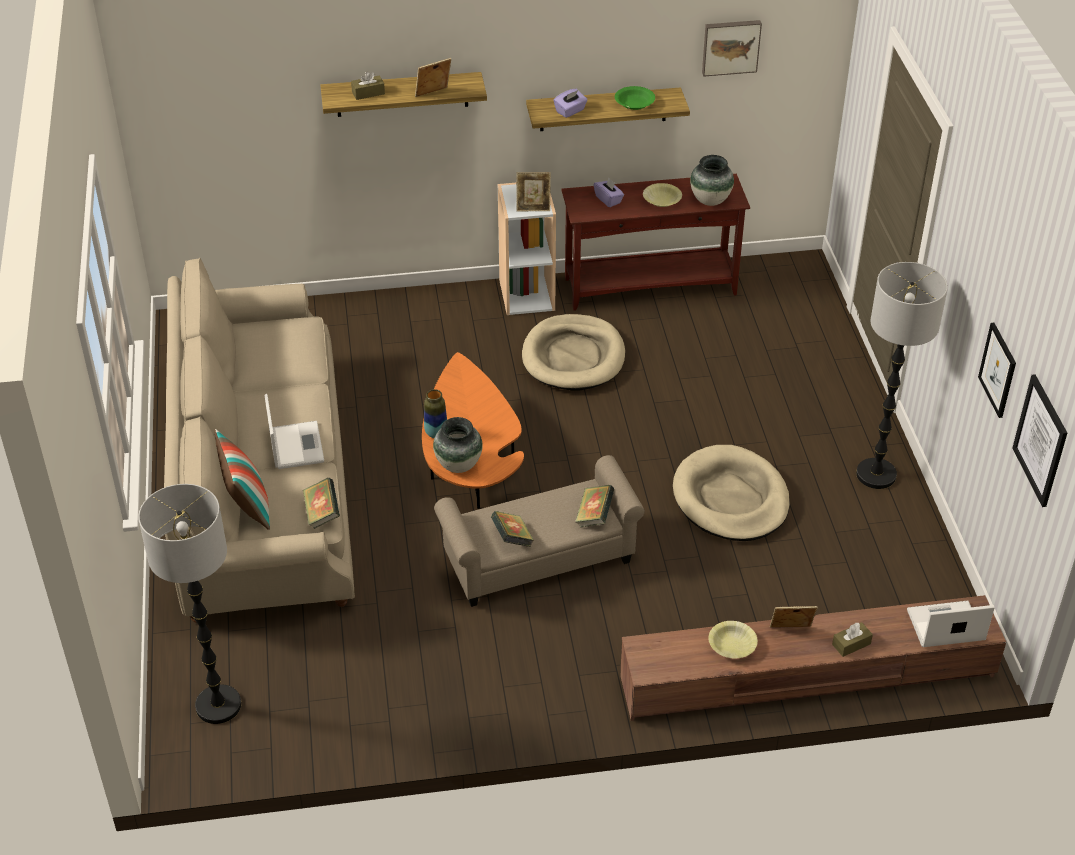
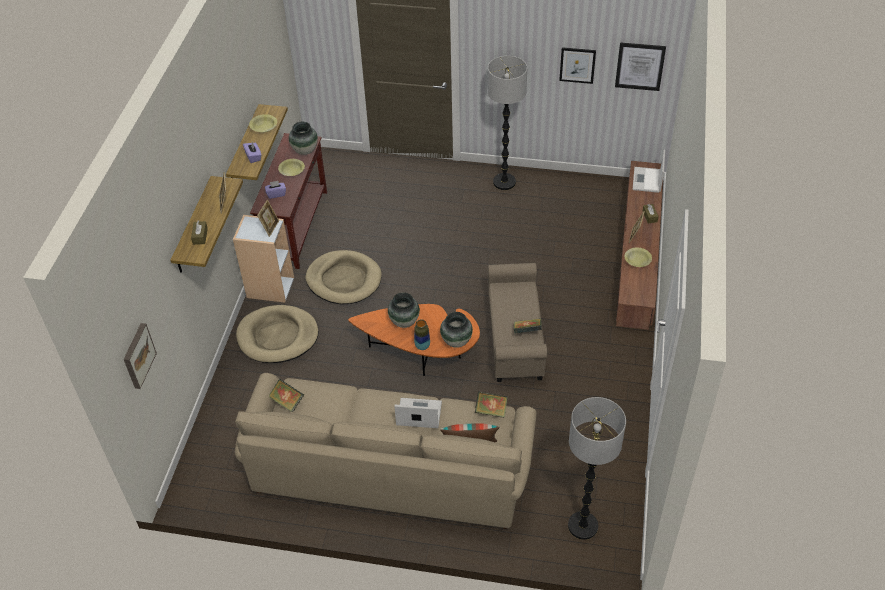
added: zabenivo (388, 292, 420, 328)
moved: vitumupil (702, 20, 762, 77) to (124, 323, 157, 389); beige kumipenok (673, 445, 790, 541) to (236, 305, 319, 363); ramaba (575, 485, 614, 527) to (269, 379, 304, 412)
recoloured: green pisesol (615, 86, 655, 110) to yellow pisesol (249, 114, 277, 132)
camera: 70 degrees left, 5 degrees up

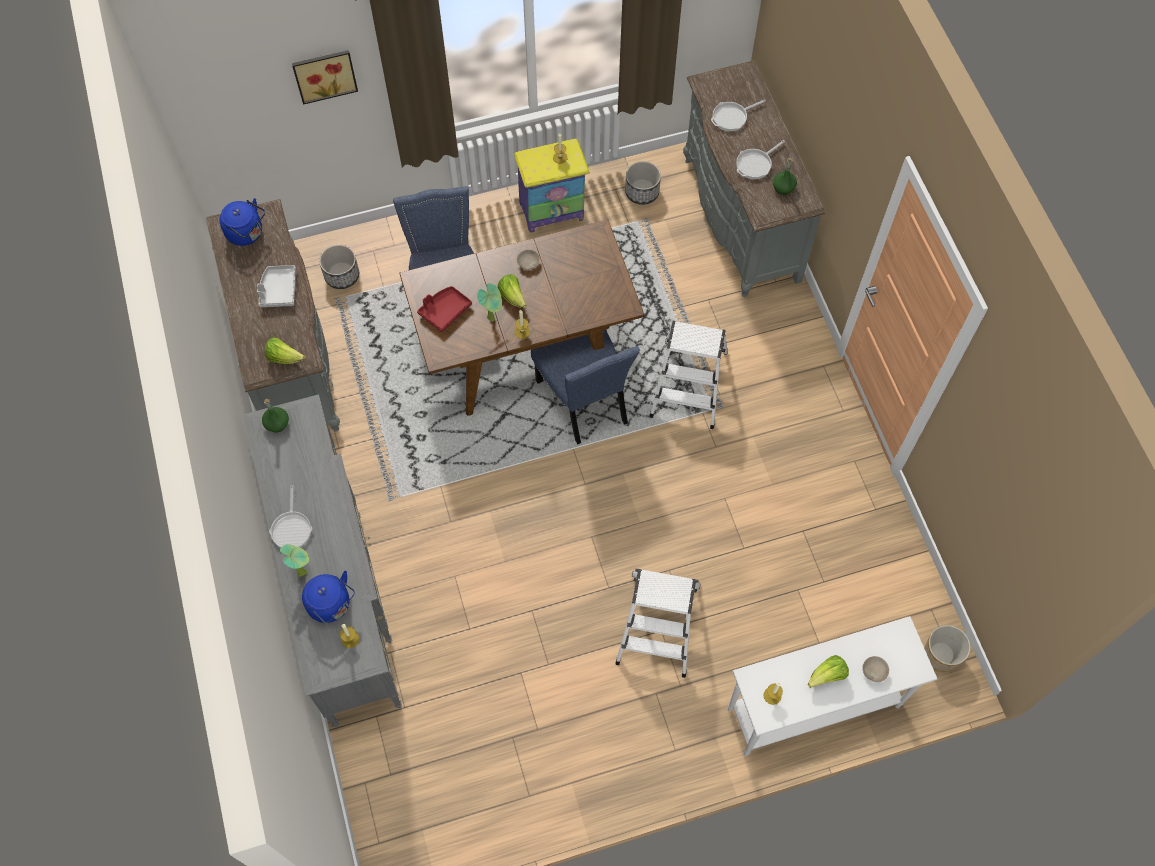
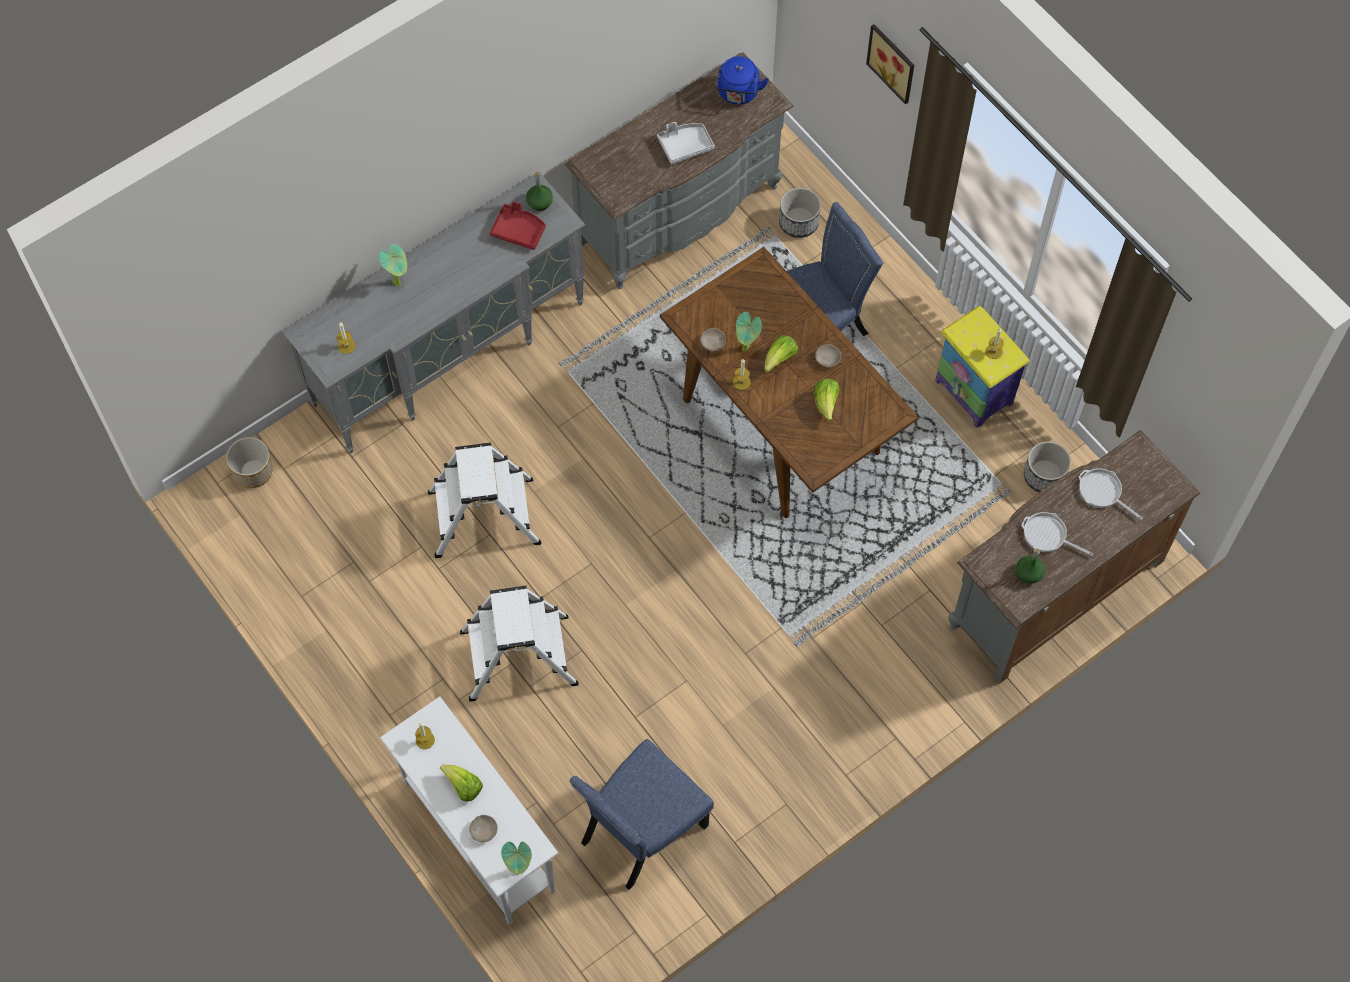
removed: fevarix (269, 485, 312, 548); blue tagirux (302, 571, 355, 623)
added: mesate (501, 841, 532, 875); beige pisesol (701, 328, 726, 352)
moved: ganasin (924, 625, 971, 672) to (226, 437, 272, 488); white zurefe (650, 321, 728, 429) to (428, 443, 542, 558); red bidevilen (417, 286, 472, 332) to (490, 201, 546, 250); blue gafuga (531, 330, 640, 444) to (570, 739, 714, 890); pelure (265, 338, 305, 364) to (814, 379, 840, 421)
camera: 70 degrees right, 0 degrees up

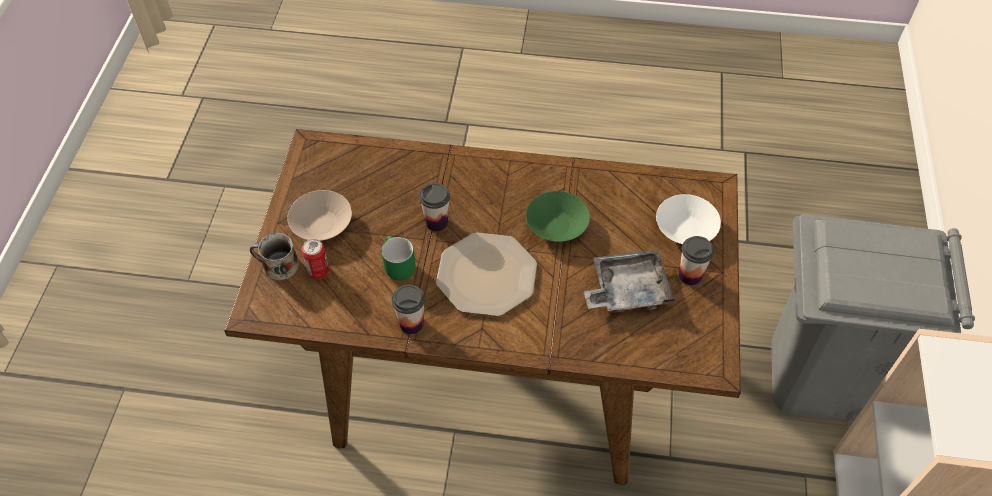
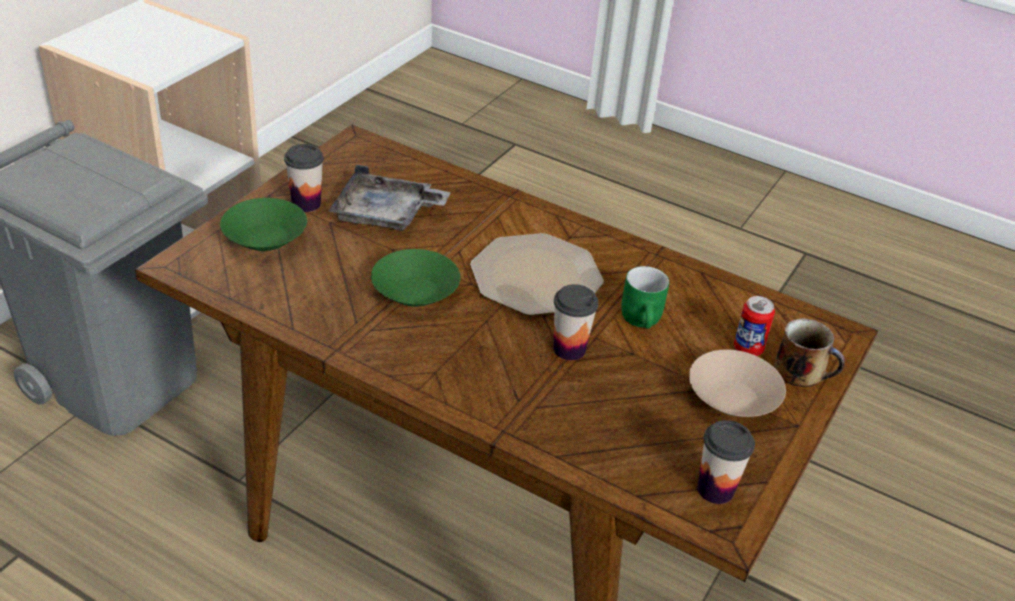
moved: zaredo (392, 285, 425, 334) to (697, 420, 755, 504)
recoloured: white pisesol (656, 194, 721, 244) to green pisesol (220, 198, 307, 251)
camera: 160 degrees left, 15 degrees down

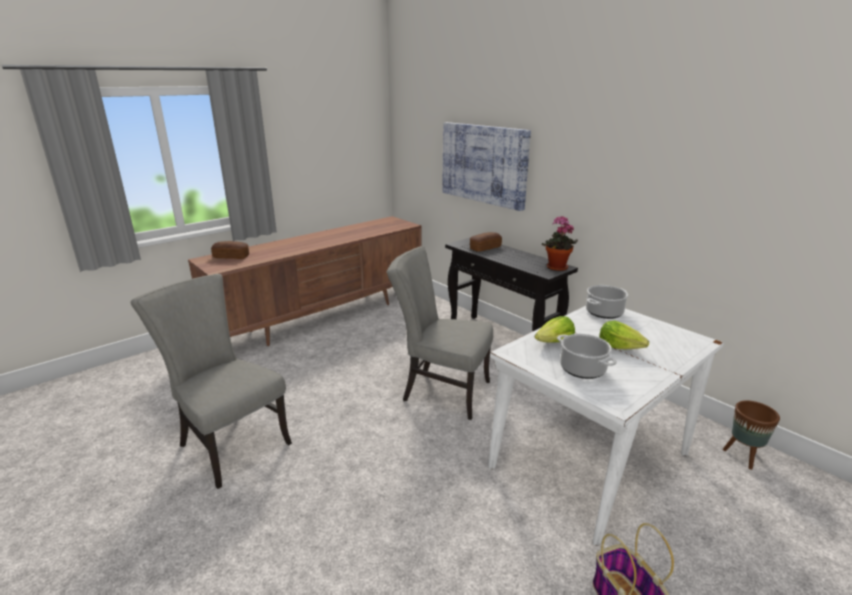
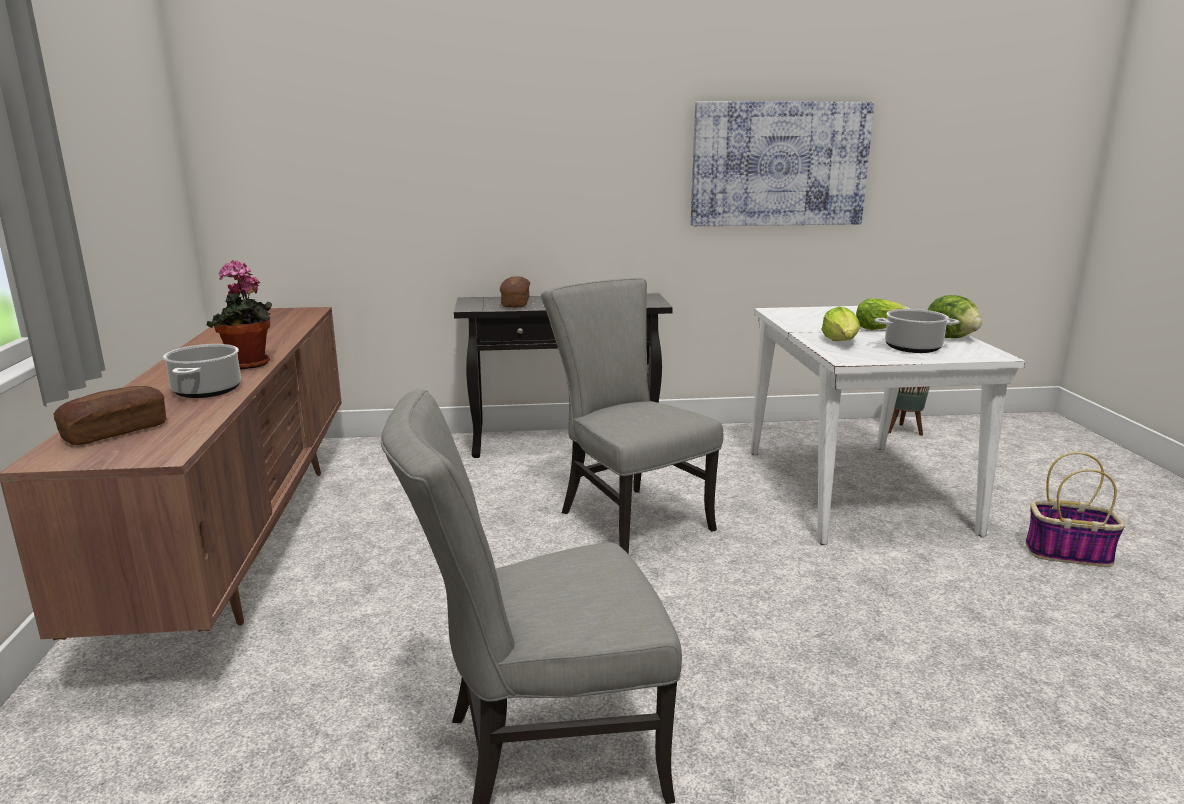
added: pelure (928, 295, 982, 338)
moved: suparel (586, 285, 628, 319) to (163, 344, 241, 398); mesate (542, 216, 578, 271) to (207, 260, 272, 369); vitumupil (442, 122, 531, 211) to (691, 101, 874, 226)
turned: grey gafuga (386, 246, 493, 420) = (541, 278, 723, 554) 90 degrees clockwise
camera: 55 degrees left, 5 degrees down

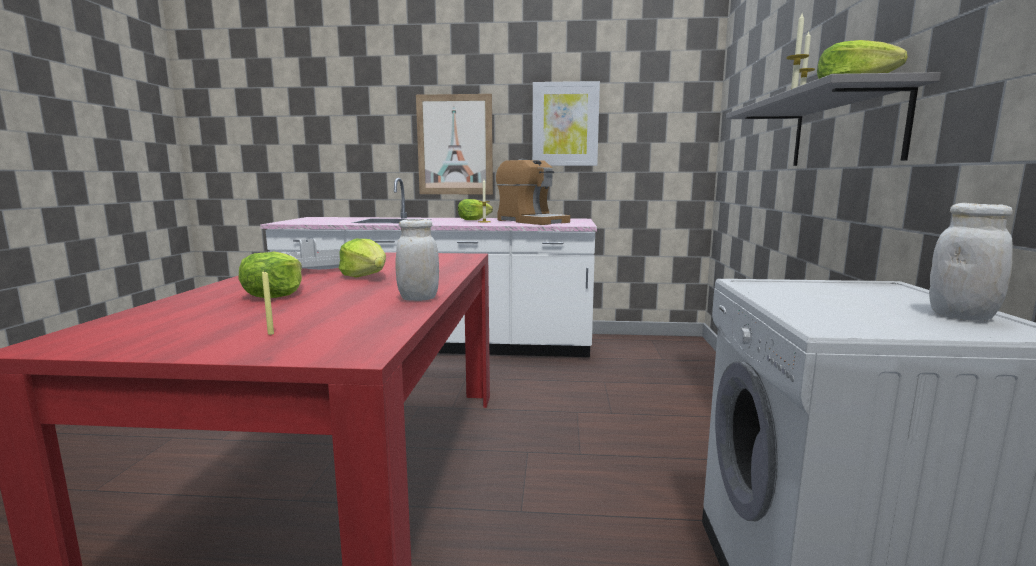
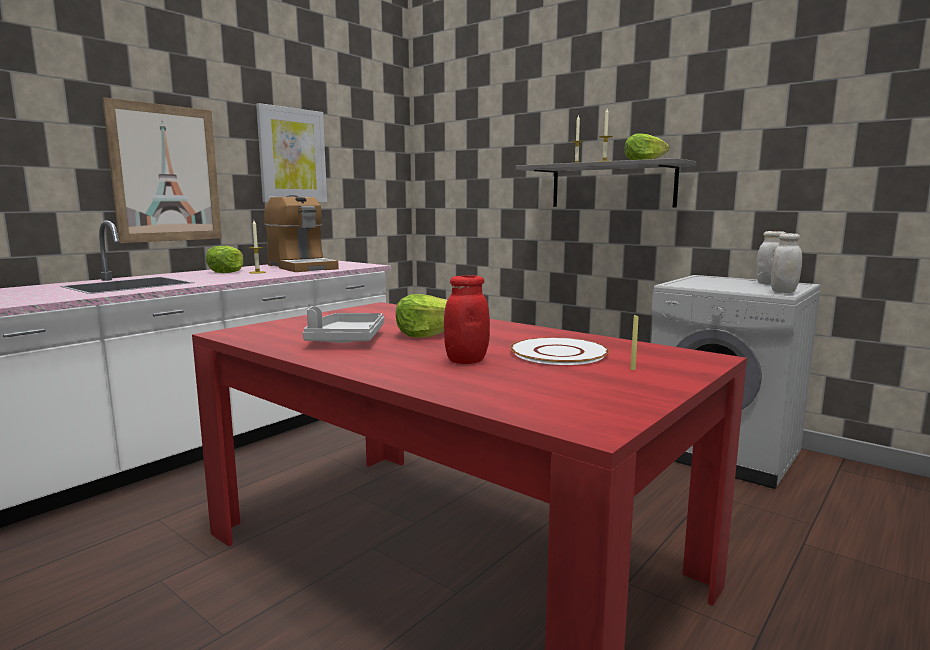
added: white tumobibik (510, 337, 609, 365)
moved: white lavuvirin (395, 219, 439, 301) to (771, 233, 802, 293)
replaced: pelure (238, 252, 302, 298) to red lavuvirin (444, 275, 490, 364)
turned: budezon (496, 159, 570, 225) = (264, 195, 339, 272) 60 degrees clockwise
camera: 55 degrees left, 0 degrees up

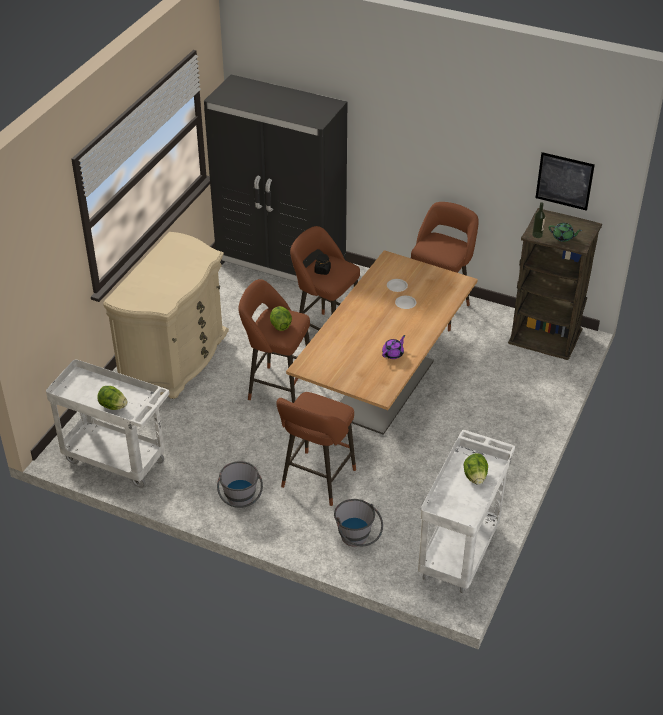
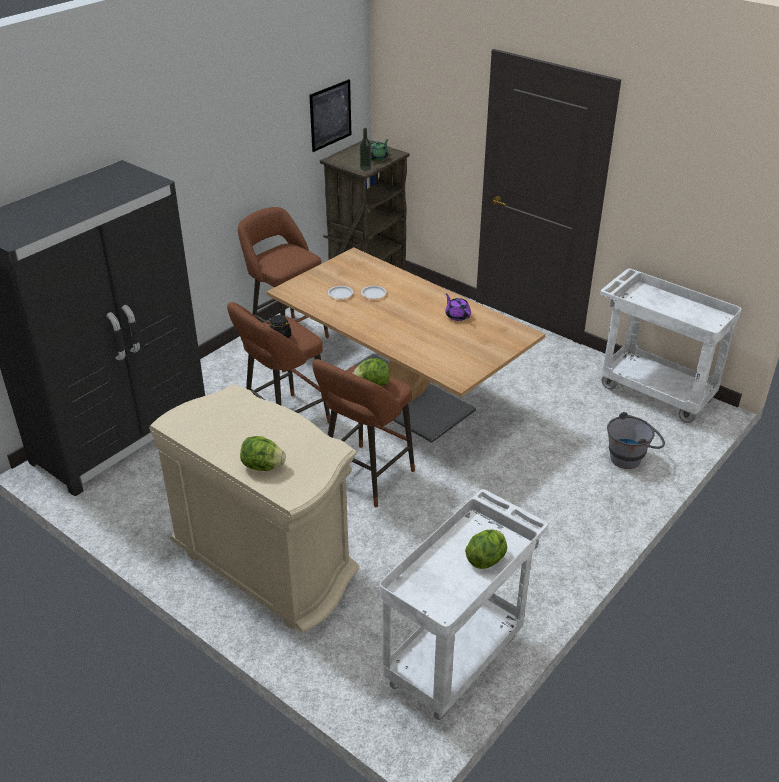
removed: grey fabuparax (217, 461, 263, 508); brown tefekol (277, 392, 356, 506)
moved: pelure (463, 453, 488, 485) to (240, 436, 286, 471)
camera: 75 degrees left, 5 degrees down

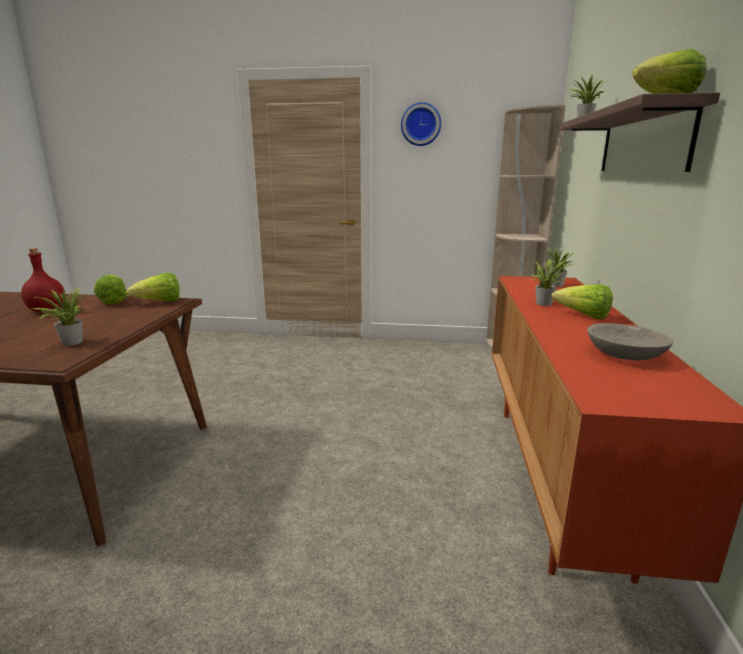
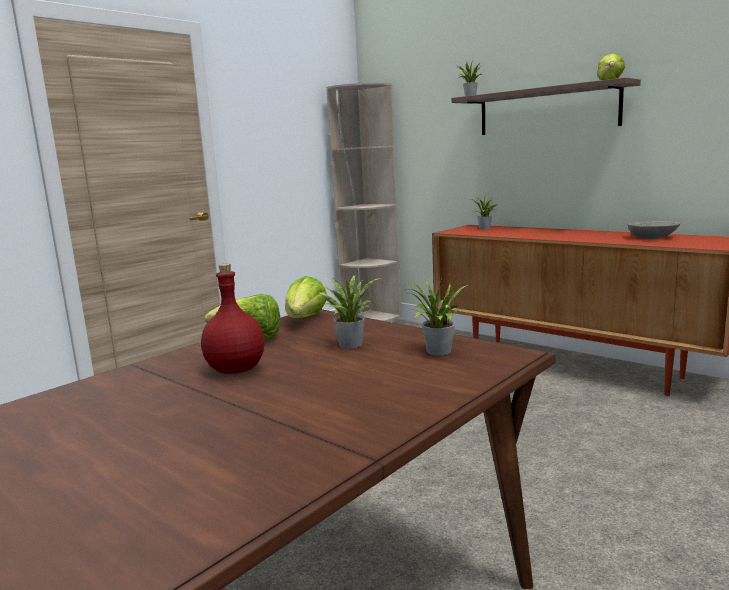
removed: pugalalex (401, 102, 441, 146); pelure (551, 284, 613, 319)
moved: mesate (530, 259, 572, 306) to (318, 275, 381, 349)
camera: 55 degrees left, 5 degrees down

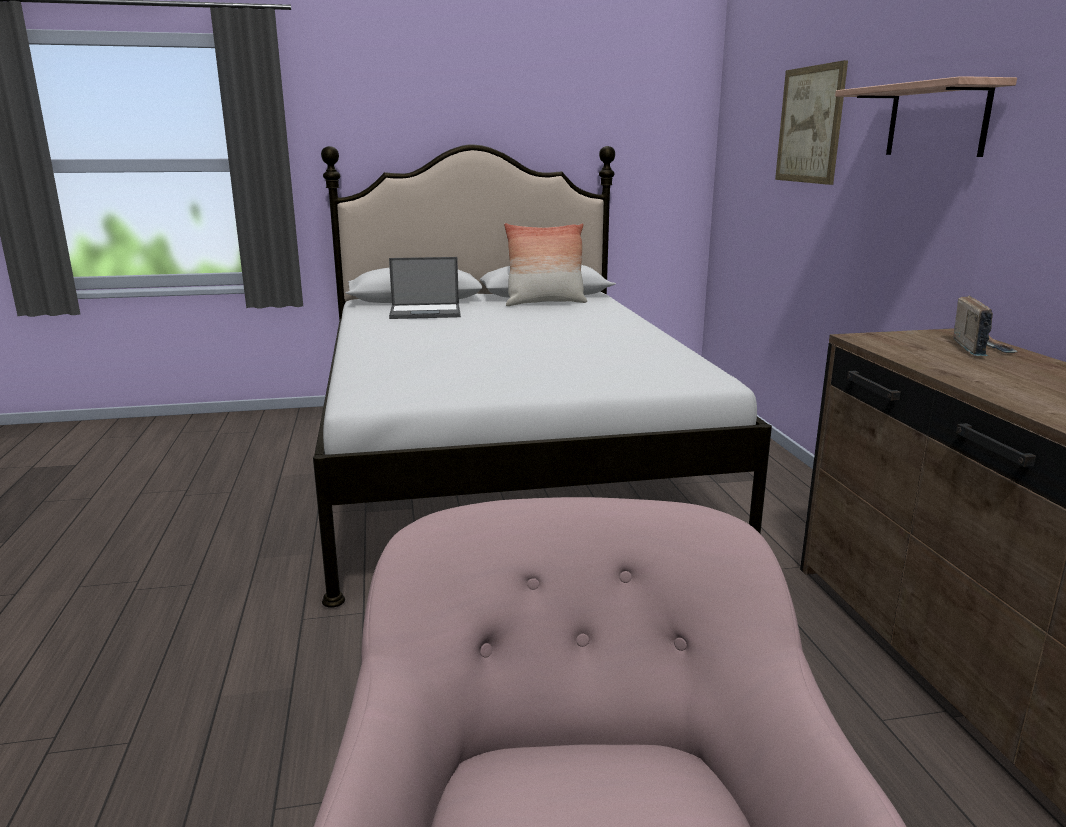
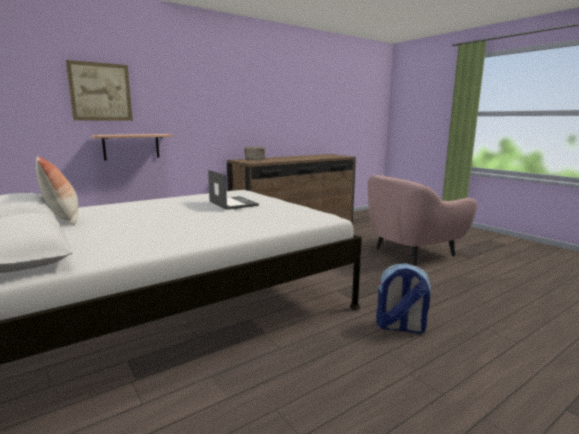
added: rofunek (376, 263, 431, 334)
moved: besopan (835, 76, 1017, 157) to (91, 134, 173, 160); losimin (389, 257, 461, 319) to (208, 170, 259, 210)
camera: 115 degrees left, 5 degrees down

